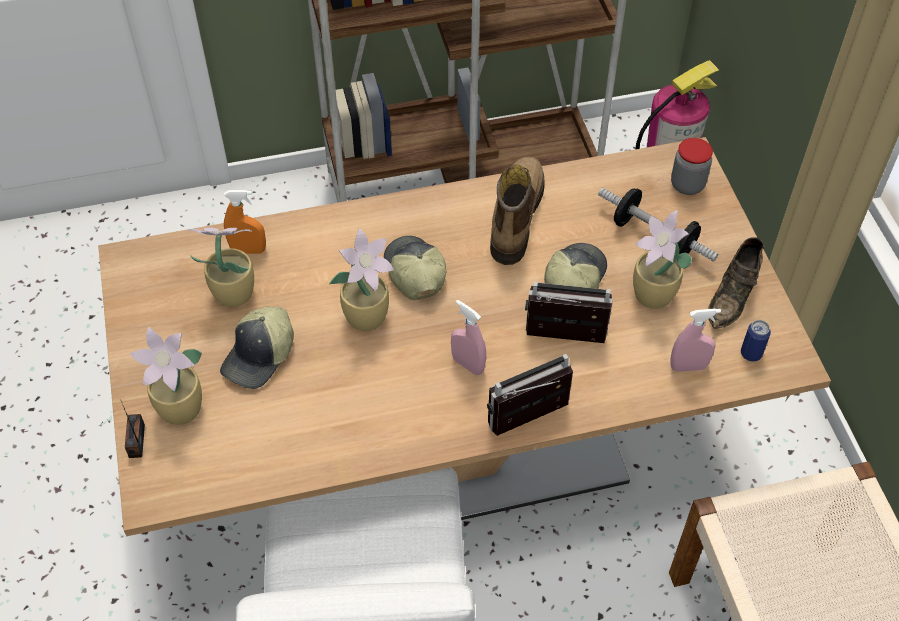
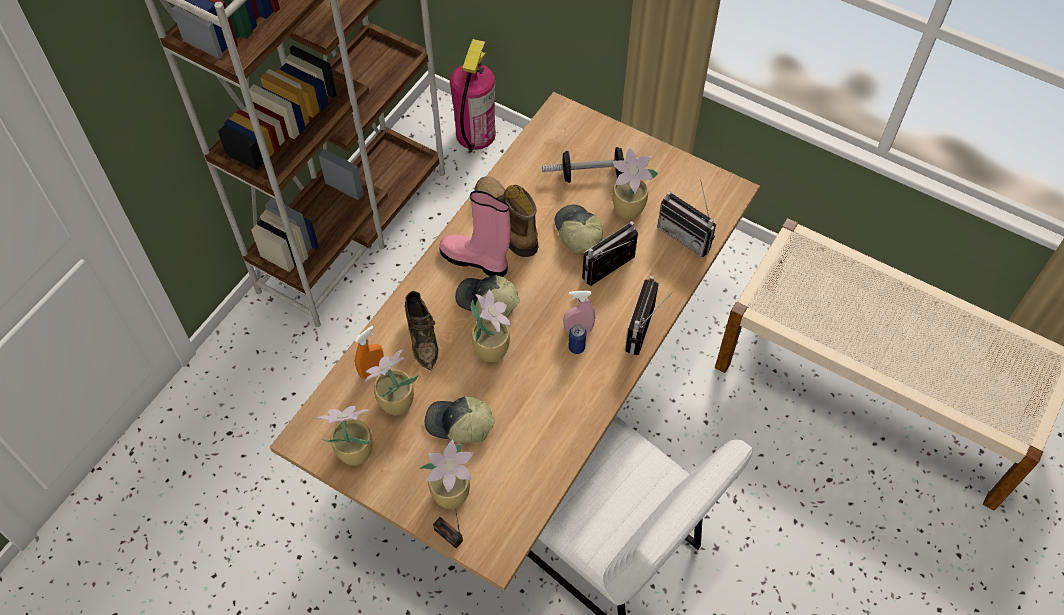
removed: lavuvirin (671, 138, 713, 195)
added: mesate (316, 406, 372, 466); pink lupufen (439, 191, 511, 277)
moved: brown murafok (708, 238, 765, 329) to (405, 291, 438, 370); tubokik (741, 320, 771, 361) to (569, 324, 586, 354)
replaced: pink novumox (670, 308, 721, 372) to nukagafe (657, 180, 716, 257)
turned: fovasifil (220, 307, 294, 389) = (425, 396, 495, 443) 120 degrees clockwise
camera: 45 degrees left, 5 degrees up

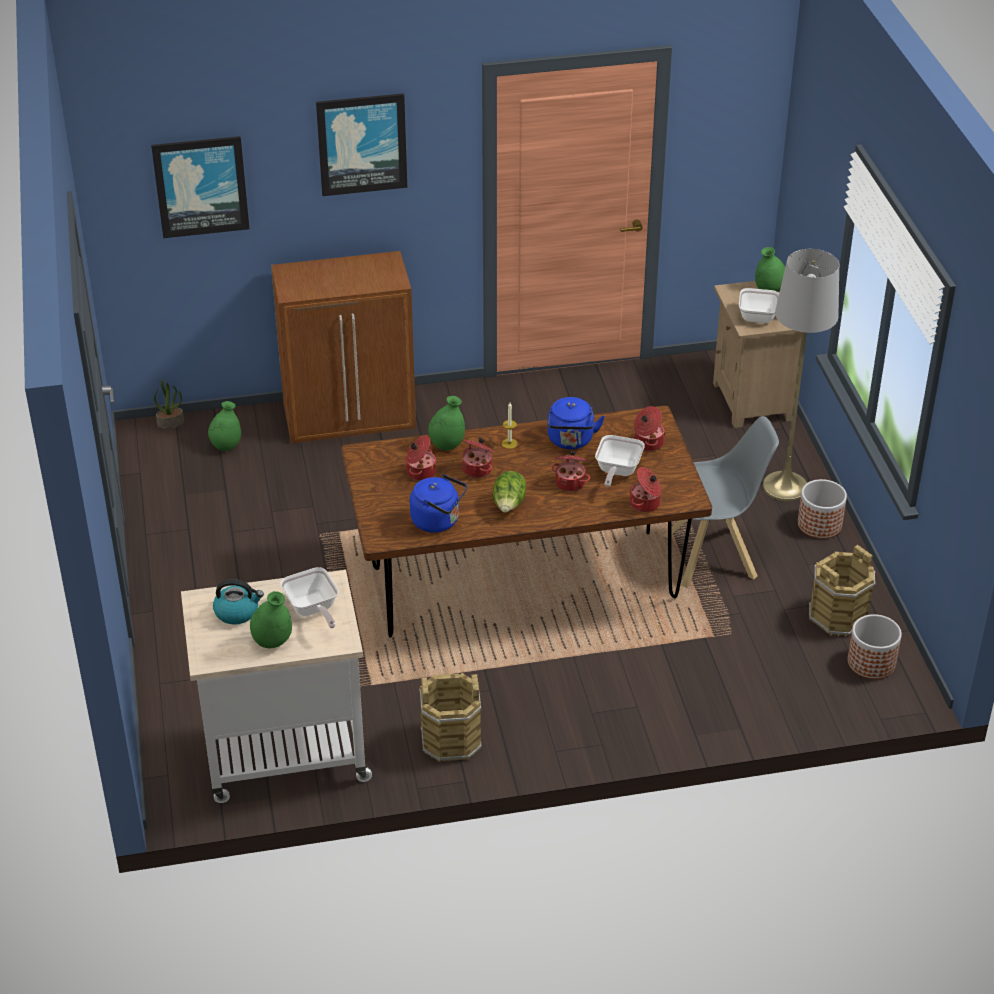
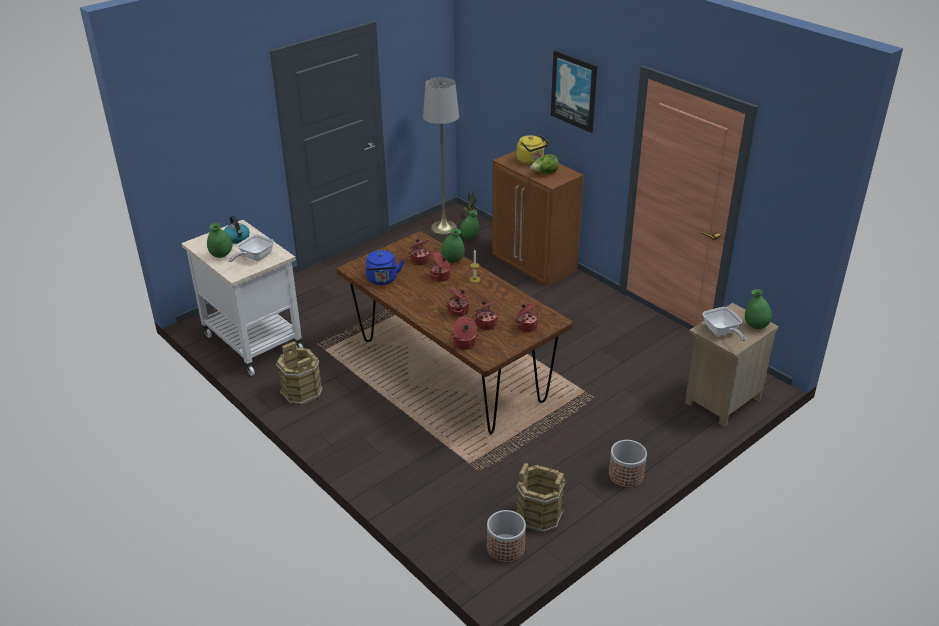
removed: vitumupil (151, 136, 249, 238); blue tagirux (547, 397, 605, 449); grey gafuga (663, 416, 779, 588)
added: yellow tagirux (517, 135, 550, 165)
moved: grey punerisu (763, 249, 839, 501) to (423, 77, 459, 235); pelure (493, 471, 526, 513) to (530, 154, 559, 174)
replaced: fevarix (595, 435, 645, 487) to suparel (471, 301, 501, 330)
camera: 60 degrees right, 5 degrees down

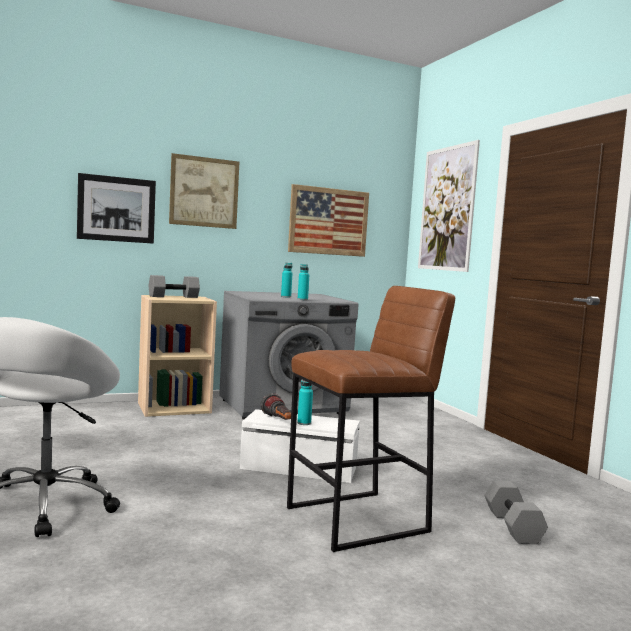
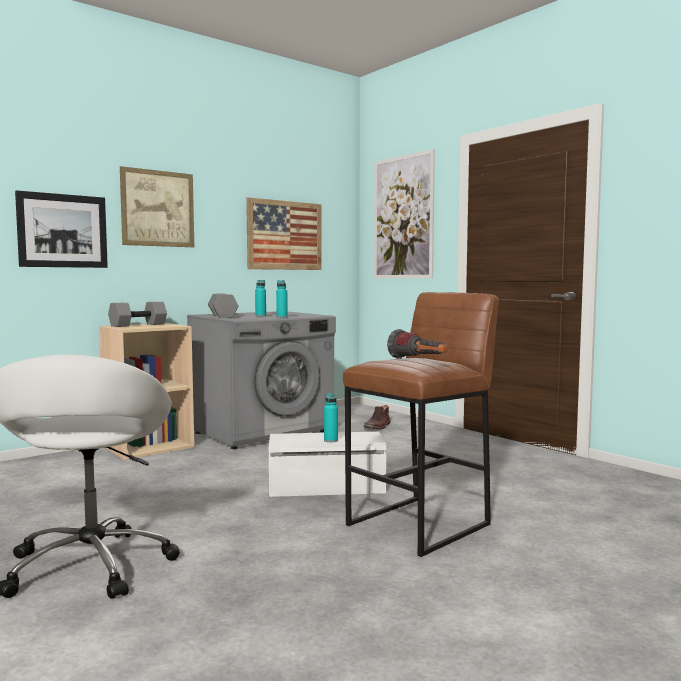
added: brown lupufen (364, 405, 391, 429)
moved: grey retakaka (484, 480, 548, 544) to (208, 294, 238, 318); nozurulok (260, 393, 291, 420) to (387, 329, 447, 359)
camera: 15 degrees left, 0 degrees up

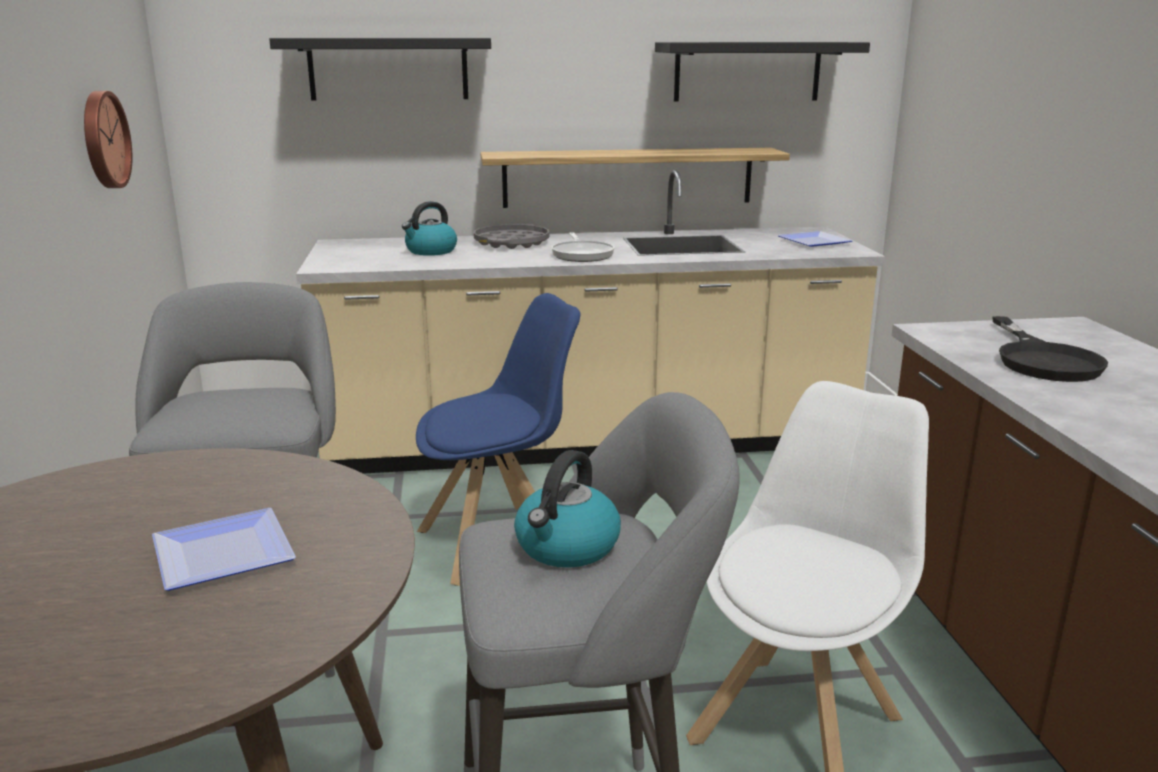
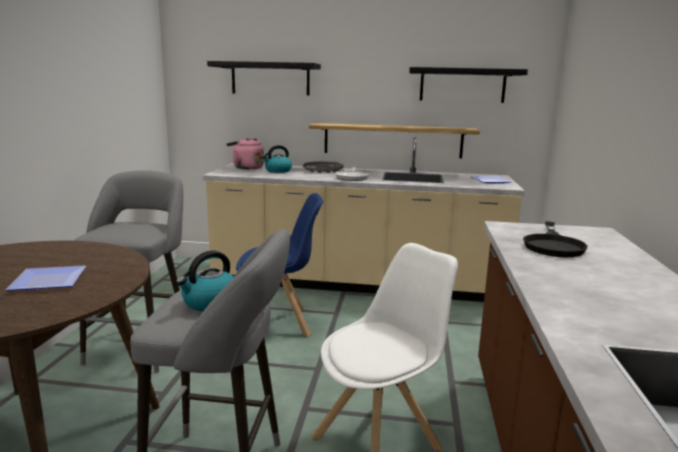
removed: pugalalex (84, 91, 132, 188)
added: pink tagirux (226, 138, 264, 169)
camera: 15 degrees right, 5 degrees down

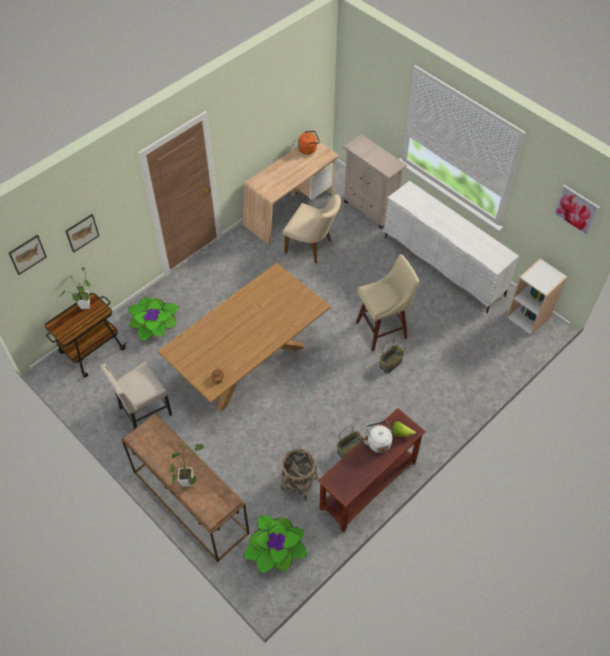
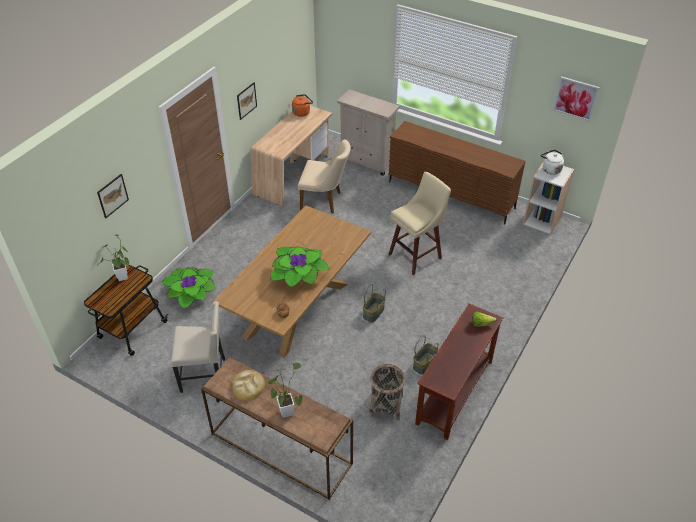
added: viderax (232, 370, 265, 401)
moved: vitumupil (9, 235, 46, 275) to (237, 82, 257, 120); mesate (243, 515, 307, 574) to (270, 247, 330, 288); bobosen (379, 338, 405, 373) to (363, 284, 386, 323); white tagirux (364, 421, 392, 453) to (541, 149, 564, 175)
recoloured: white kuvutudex (384, 181, 519, 313) to brown kuvutudex (388, 121, 526, 225)
turned: beige gafuga (100, 362, 172, 429) = (171, 301, 225, 393) 135 degrees counterclockwise
camera: 15 degrees left, 10 degrees down

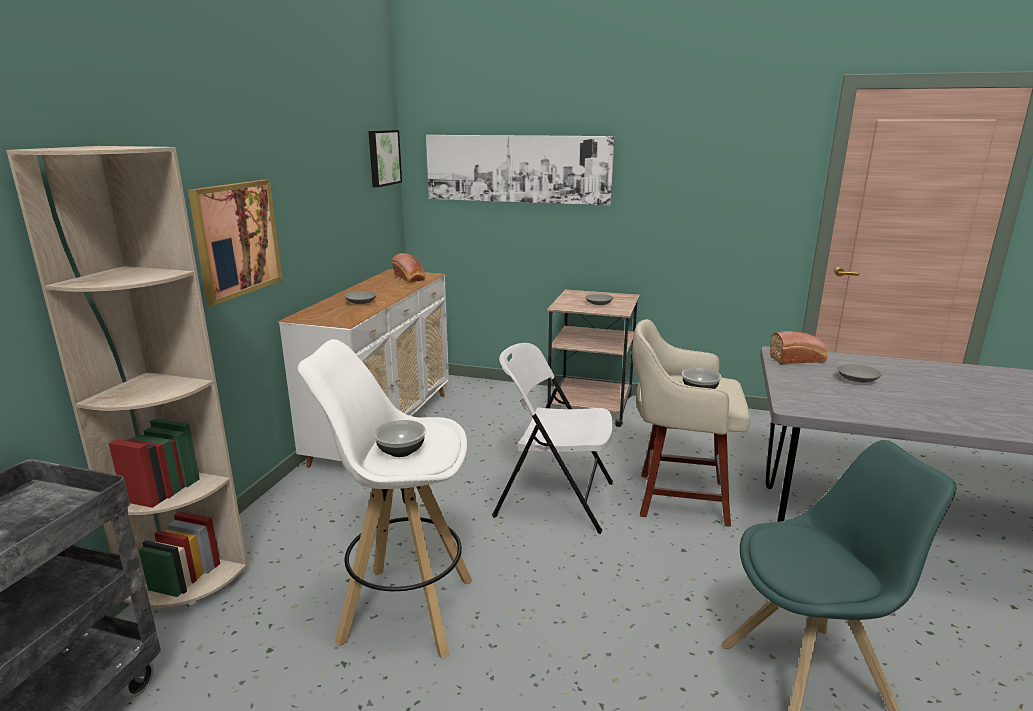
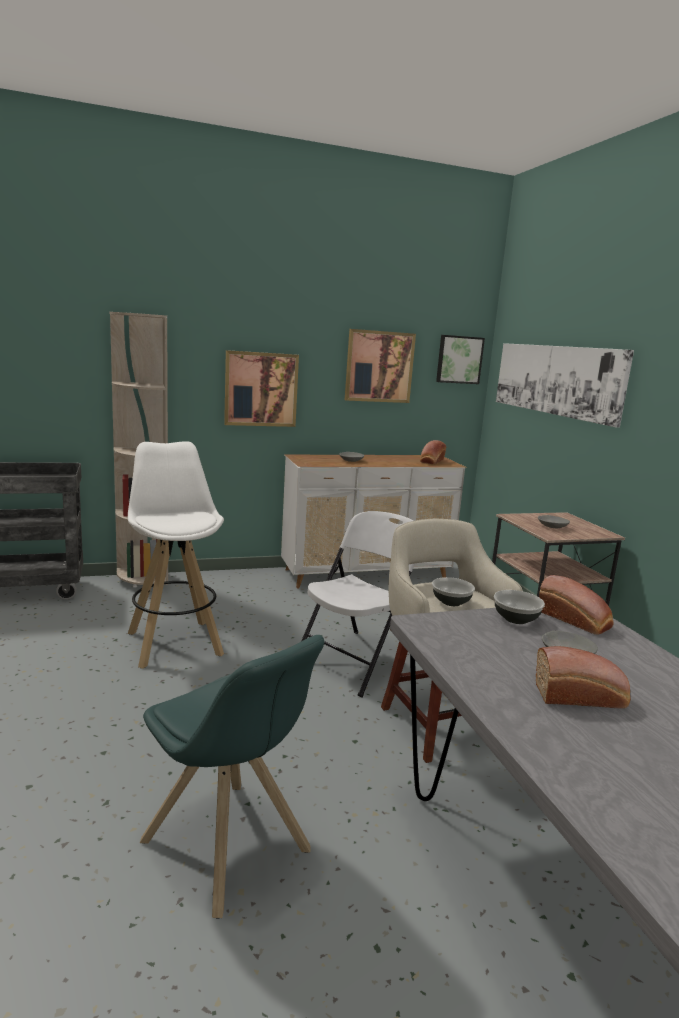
added: vitumupil (345, 329, 416, 403); viderax (536, 646, 630, 709)
moved: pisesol (373, 420, 426, 457) to (494, 590, 545, 624)
turned: white gafuga (492, 343, 613, 534) = (301, 511, 415, 698) 60 degrees clockwise
camera: 55 degrees right, 5 degrees down

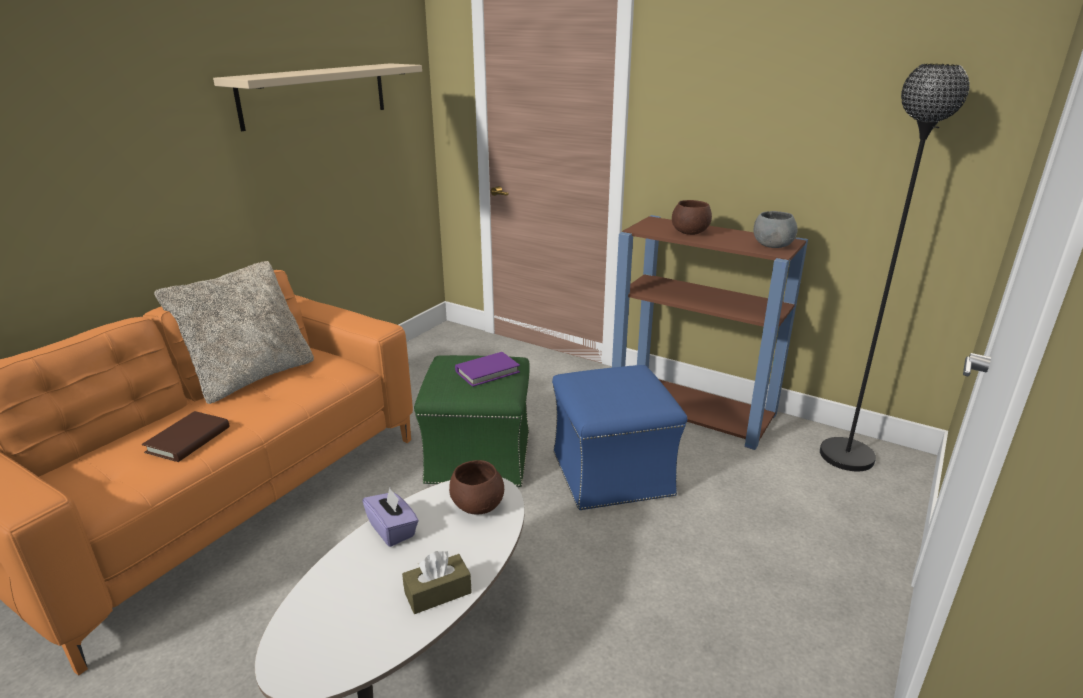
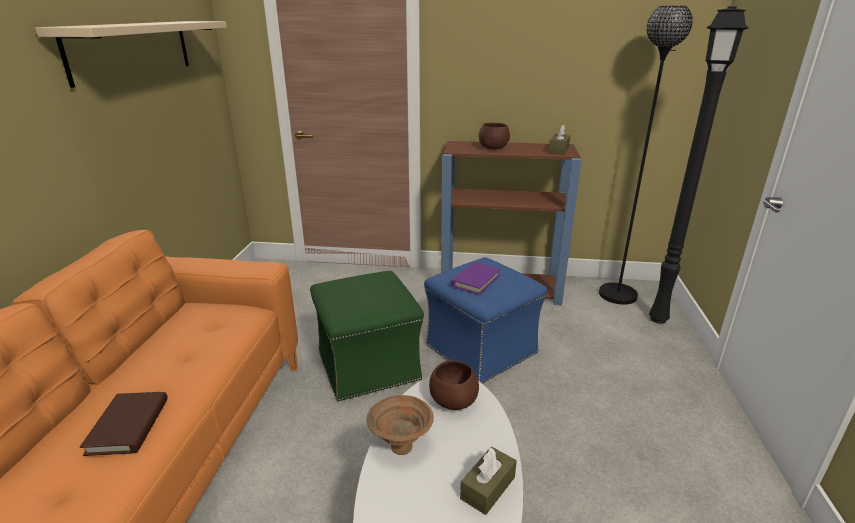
removed: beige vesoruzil (154, 261, 314, 404)
added: black punerisu (649, 6, 749, 324)
moved: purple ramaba (455, 352, 520, 387) to (450, 262, 501, 295)
replaced: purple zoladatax (363, 487, 419, 547) to brown pisesol (366, 395, 434, 455); grey pisesol (754, 211, 798, 248) to brown zoladatax (548, 125, 571, 154)
camera: 25 degrees left, 0 degrees up

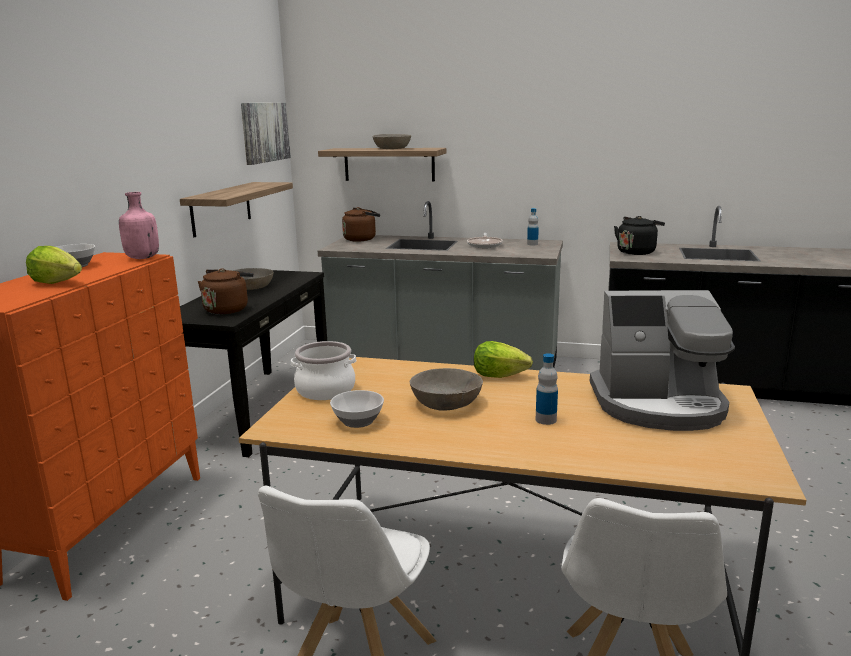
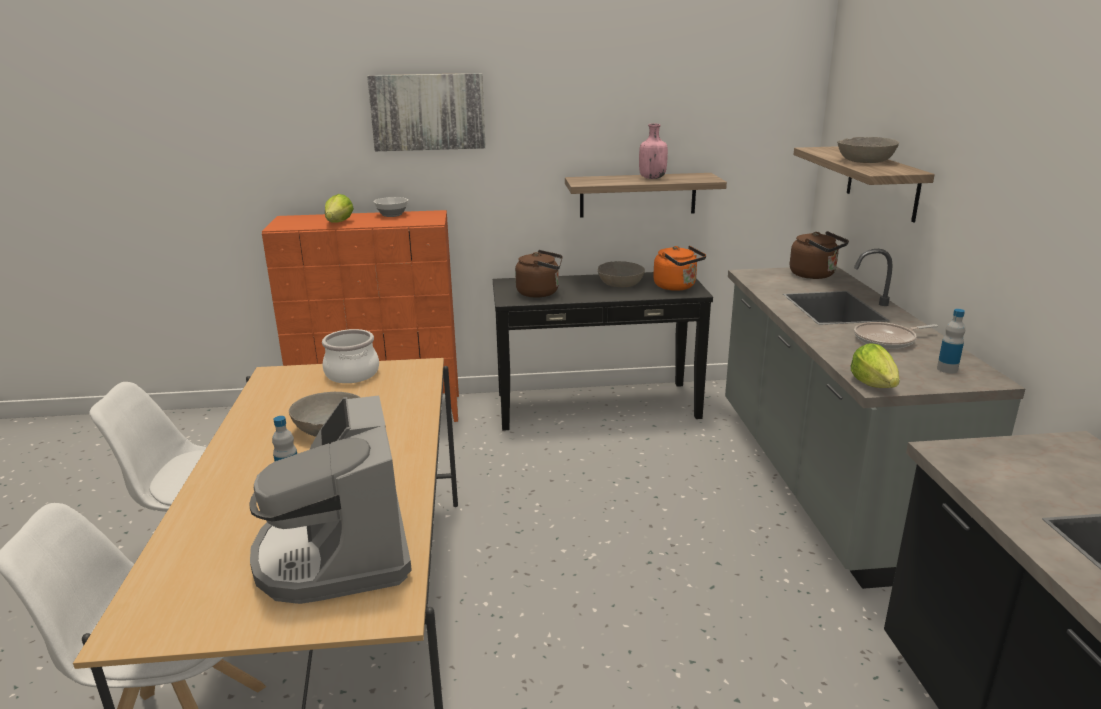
removed: pisesol (330, 390, 384, 428); black tagirux (614, 216, 665, 255)
added: orange tagirux (653, 246, 706, 291)
moved: vitumupil (241, 103, 291, 165) to (367, 73, 486, 151); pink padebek (119, 192, 159, 259) to (639, 124, 668, 179); pelure (474, 341, 533, 378) to (851, 343, 900, 388)
camera: 70 degrees right, 5 degrees up

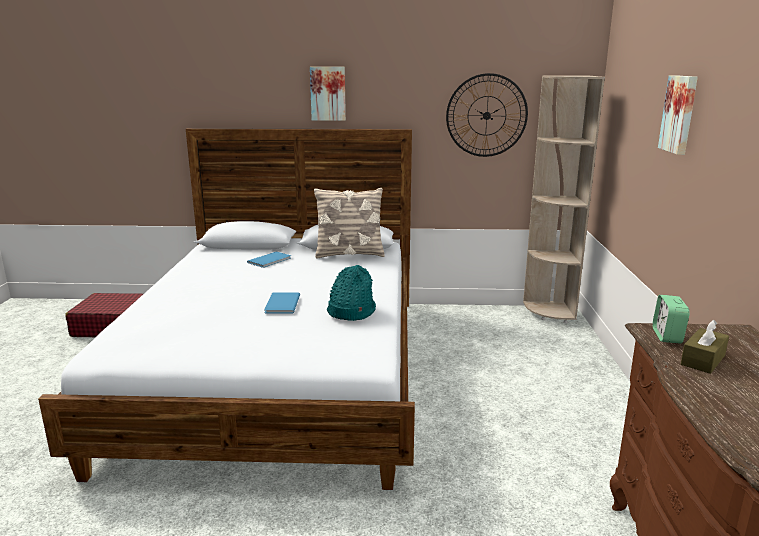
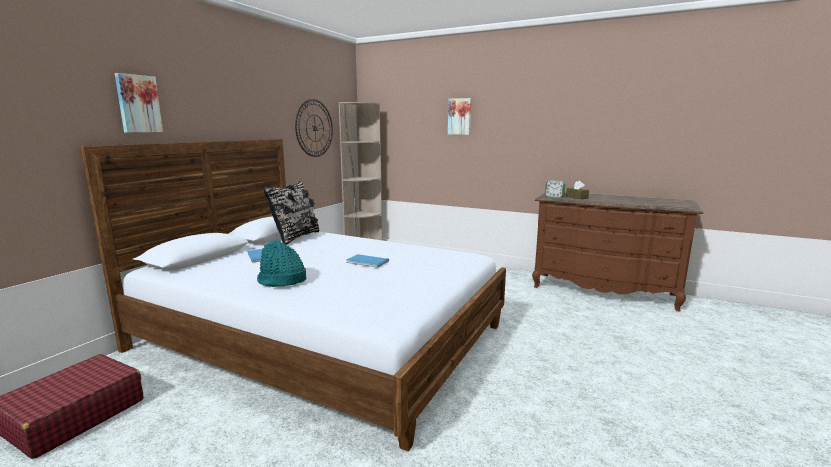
moved: vitumupil (310, 67, 346, 121) to (115, 73, 163, 133); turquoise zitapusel (327, 265, 376, 321) to (257, 240, 306, 287)
recoloured: beige vesoruzil (314, 188, 385, 258) to black vesoruzil (264, 181, 319, 245)
camera: 65 degrees left, 5 degrees down

